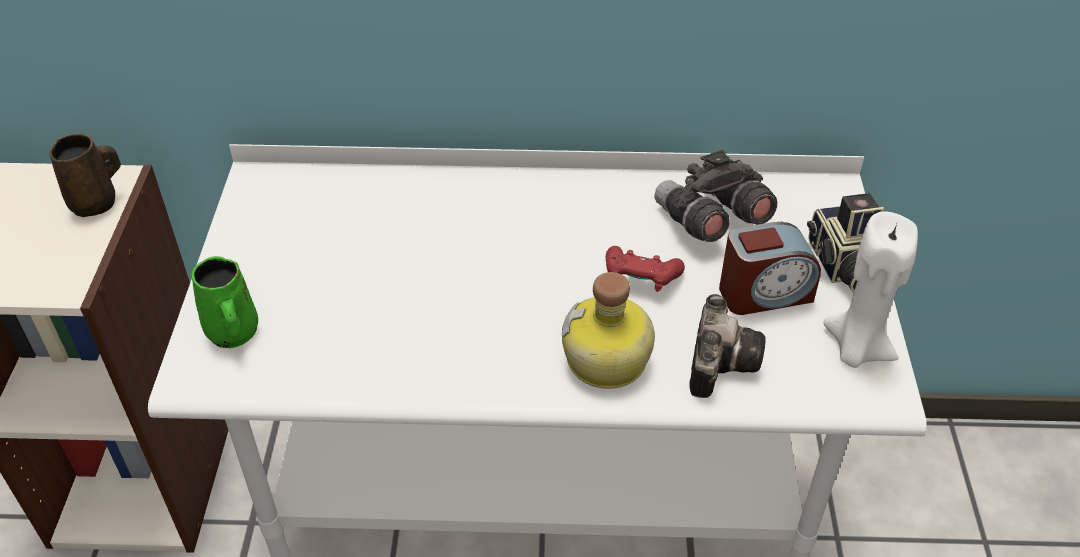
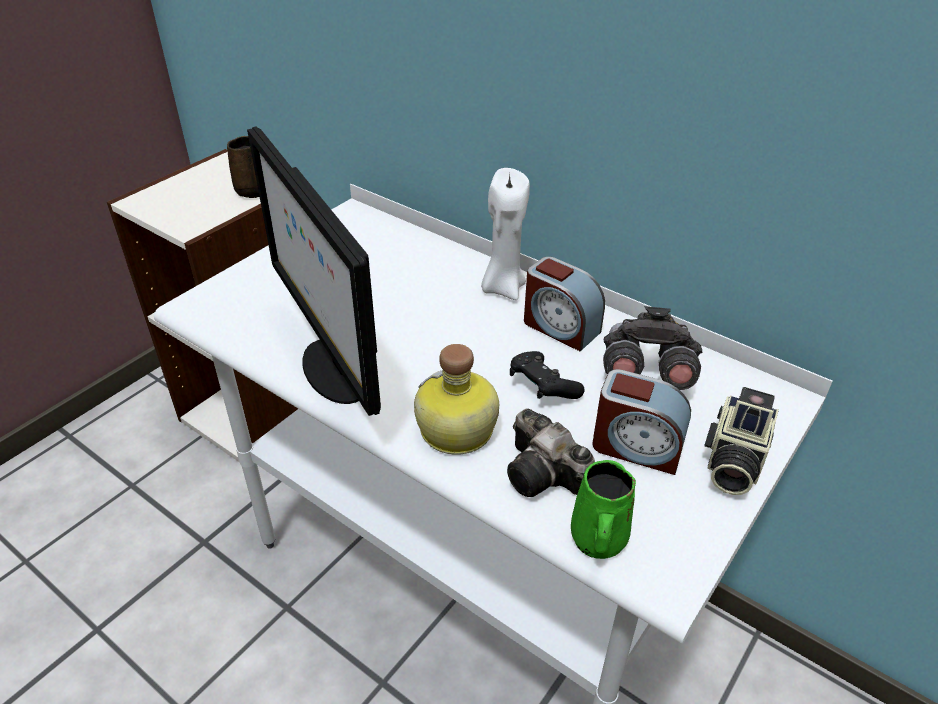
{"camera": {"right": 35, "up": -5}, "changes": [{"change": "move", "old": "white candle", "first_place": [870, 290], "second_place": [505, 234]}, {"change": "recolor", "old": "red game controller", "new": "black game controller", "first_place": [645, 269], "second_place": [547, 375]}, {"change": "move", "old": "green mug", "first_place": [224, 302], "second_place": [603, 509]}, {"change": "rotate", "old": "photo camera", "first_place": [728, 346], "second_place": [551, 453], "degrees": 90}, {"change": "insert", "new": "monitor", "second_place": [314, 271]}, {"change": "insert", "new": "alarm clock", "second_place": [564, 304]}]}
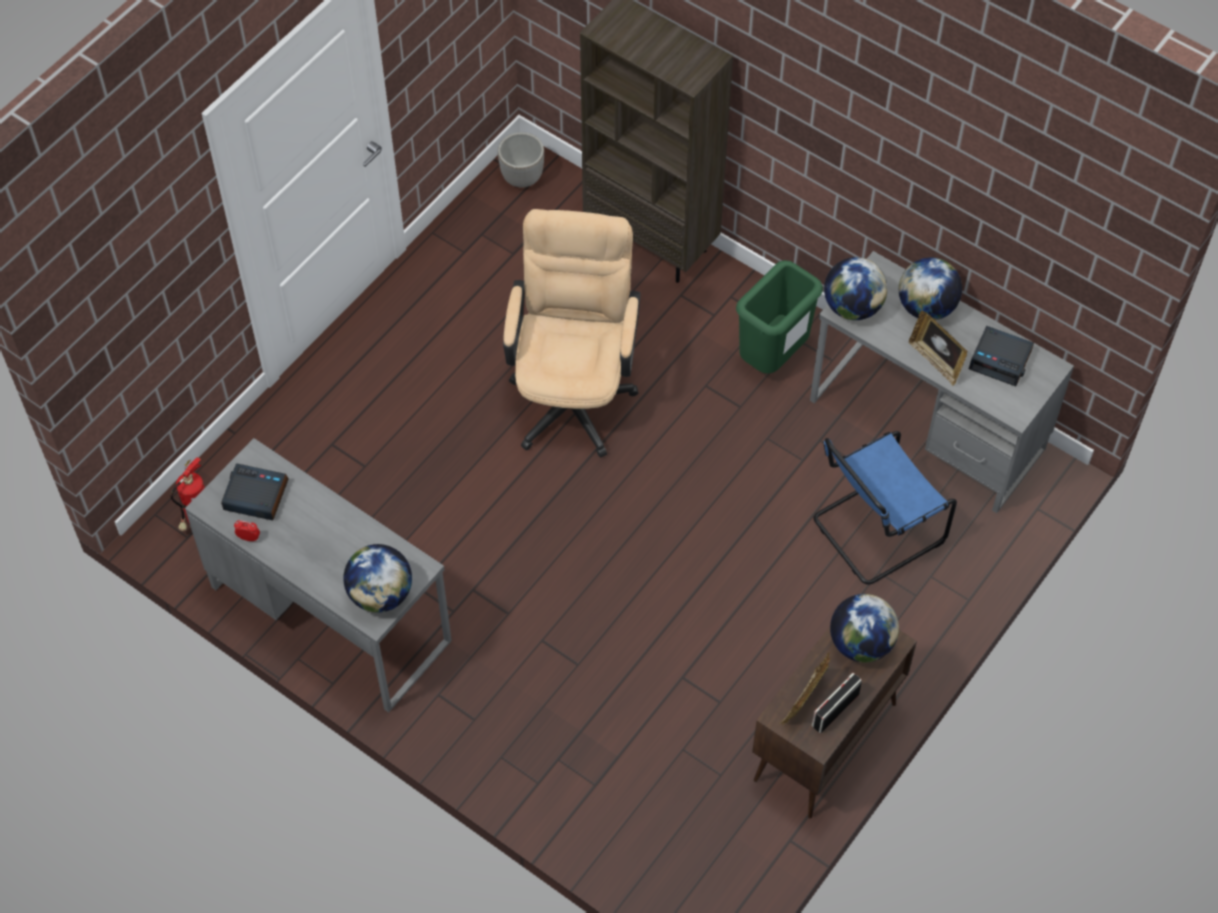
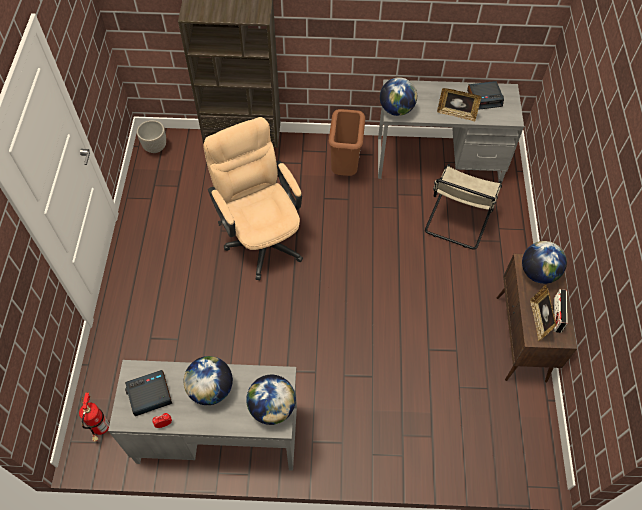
{"camera": {"right": -35, "up": 0}, "changes": [{"change": "move", "old": "globe", "first_place": [930, 289], "second_place": [208, 380]}, {"change": "recolor", "old": "green trash can", "new": "brown trash can", "first_place": [779, 317], "second_place": [347, 142]}, {"change": "recolor", "old": "blue chair", "new": "beige chair", "first_place": [885, 508], "second_place": [463, 207]}]}
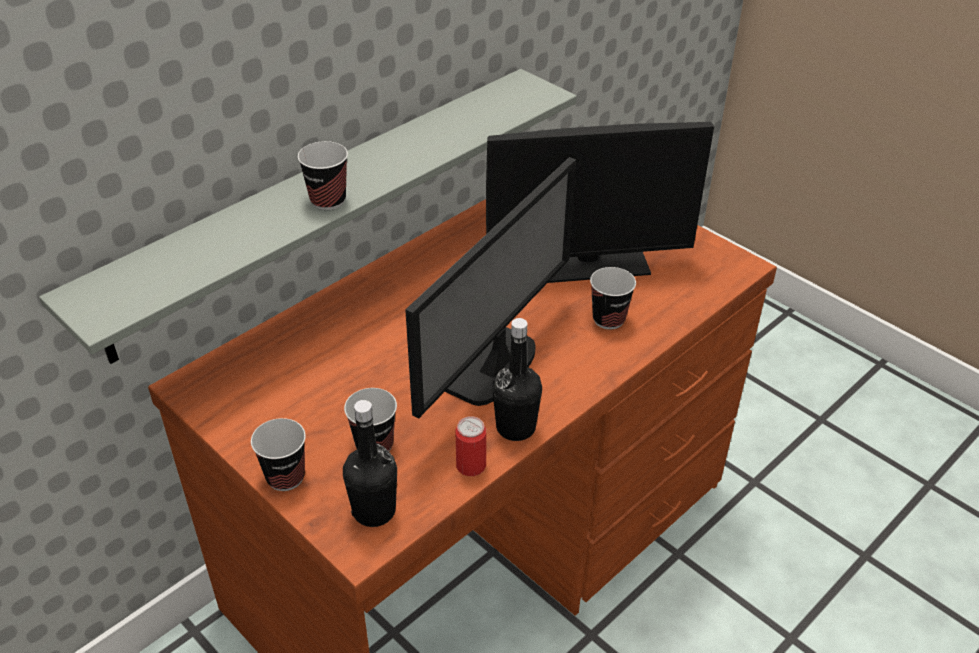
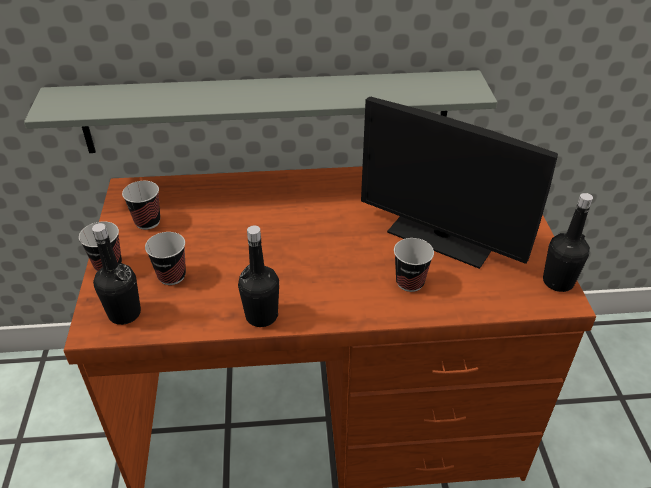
{"camera": {"right": 40, "up": 0}, "changes": [{"change": "move", "old": "cup", "first_place": [323, 175], "second_place": [141, 205]}, {"change": "delete", "old": "monitor", "first_place": [490, 287]}, {"change": "delete", "old": "can", "first_place": [470, 446]}, {"change": "insert", "new": "black bottle", "second_place": [568, 242]}]}
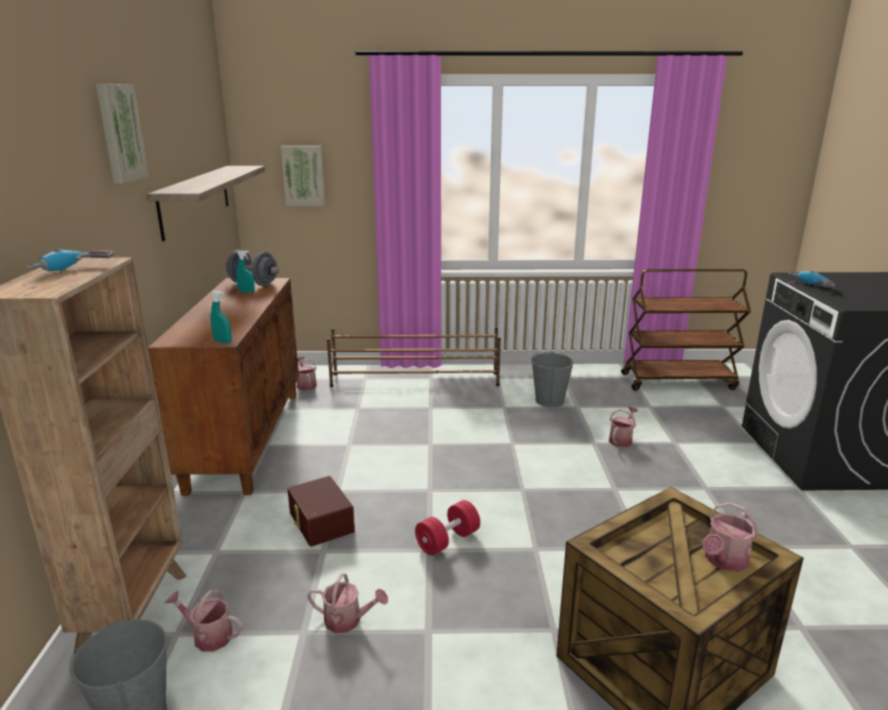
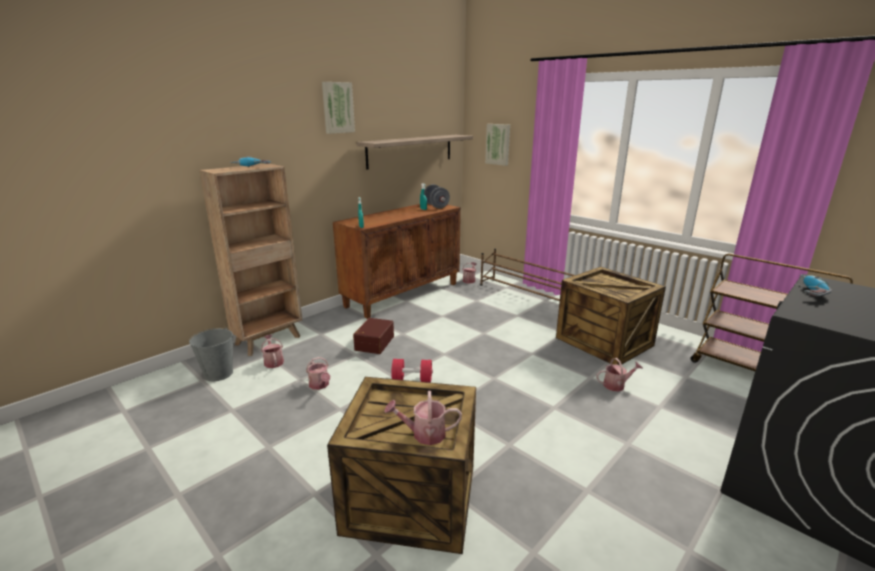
{"camera": {"right": 45, "up": 0}, "changes": [{"change": "replace", "old": "grey bucket", "new": "crate", "first_place": [552, 379], "second_place": [611, 316]}]}
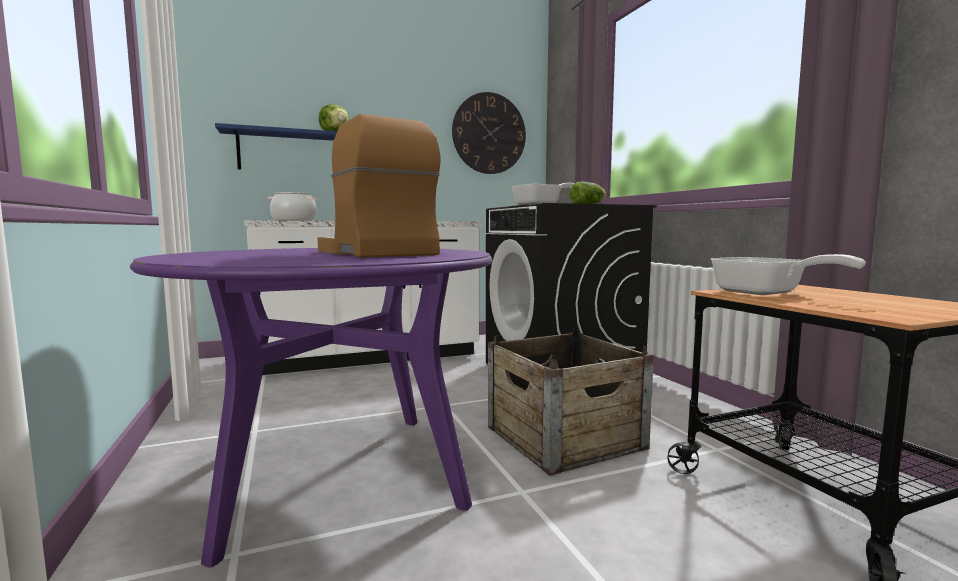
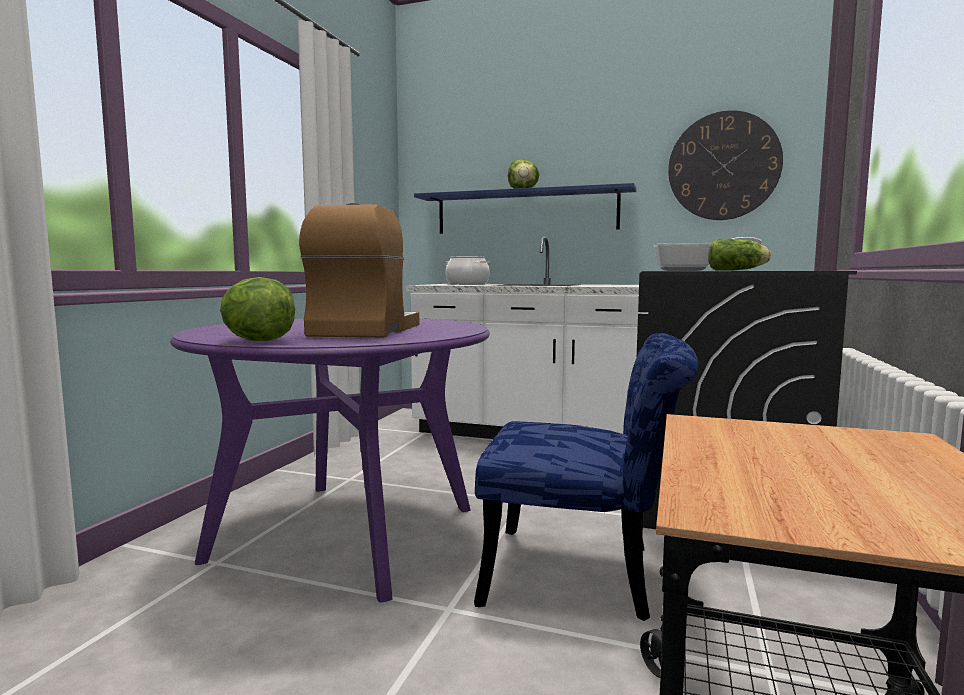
{"camera": {"right": 40, "up": 0}, "changes": [{"change": "delete", "old": "frying pan", "first_place": [788, 274]}, {"change": "replace", "old": "crate", "new": "blue chair", "first_place": [571, 401], "second_place": [586, 477]}, {"change": "insert", "new": "lettuce", "second_place": [257, 309]}]}
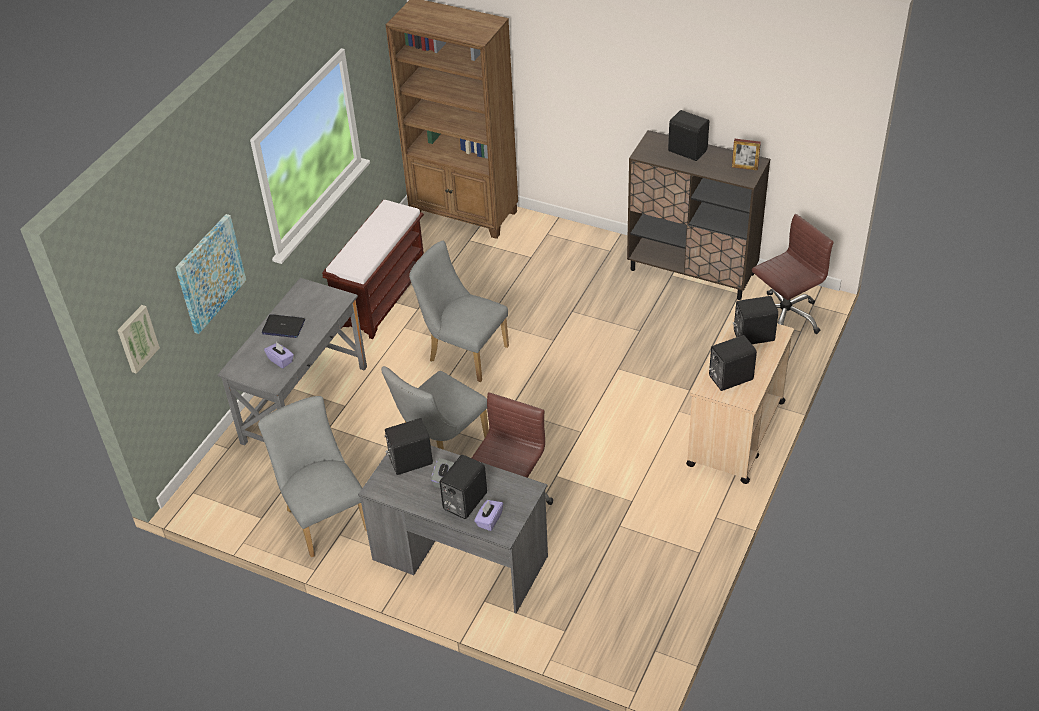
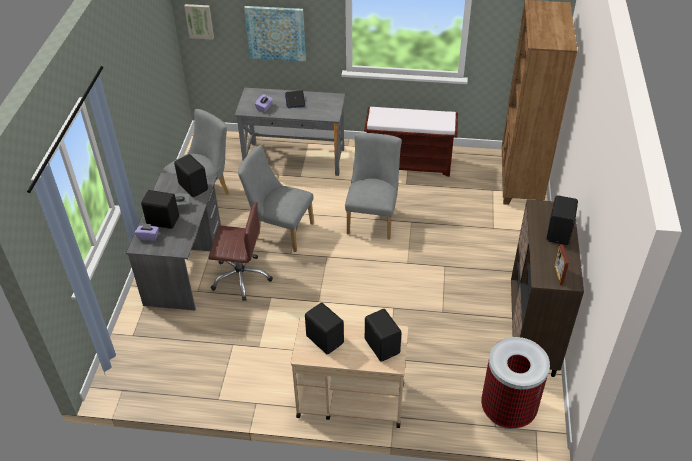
{"camera": {"right": 70, "up": 0}, "changes": [{"change": "replace", "old": "brown office chair", "new": "trash can", "first_place": [793, 274], "second_place": [515, 383]}]}
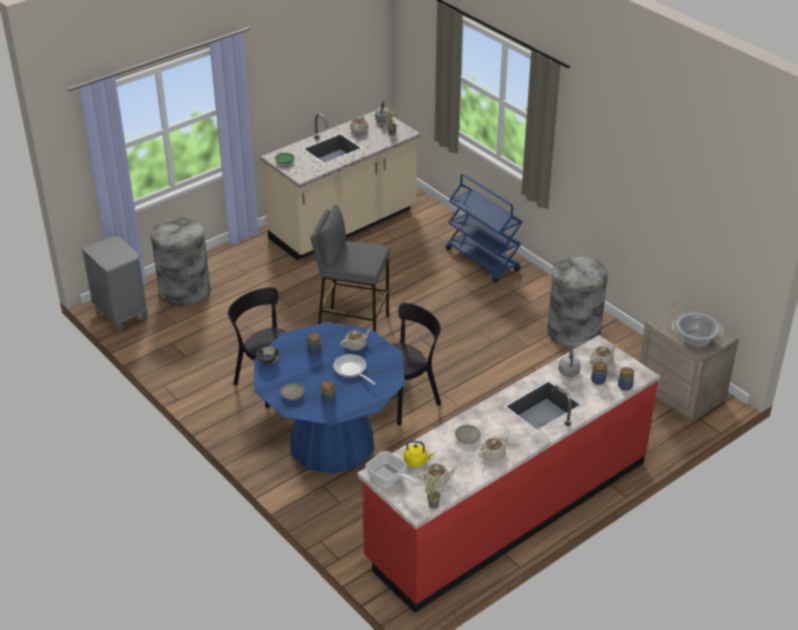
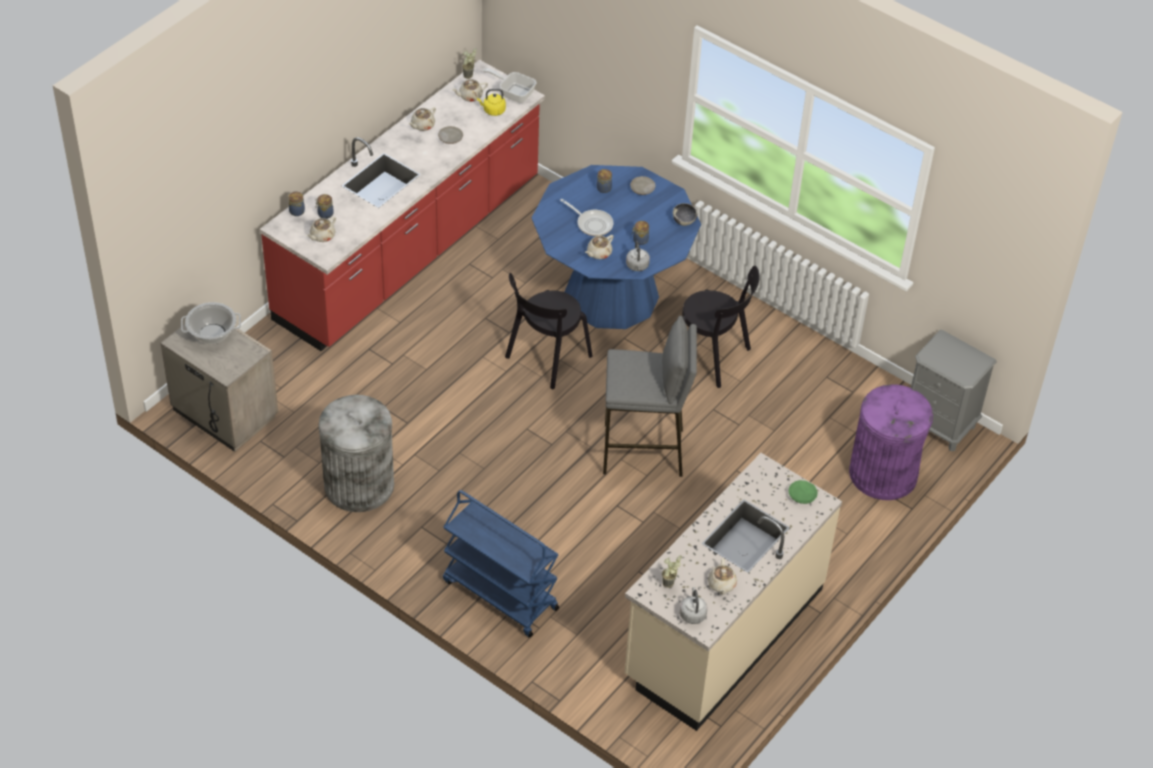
{"camera": {"right": 165, "up": 10}, "changes": [{"change": "recolor", "old": "grey trash can", "new": "purple trash can", "first_place": [180, 262], "second_place": [891, 442]}, {"change": "move", "old": "grey kettle", "first_place": [569, 363], "second_place": [638, 256]}]}
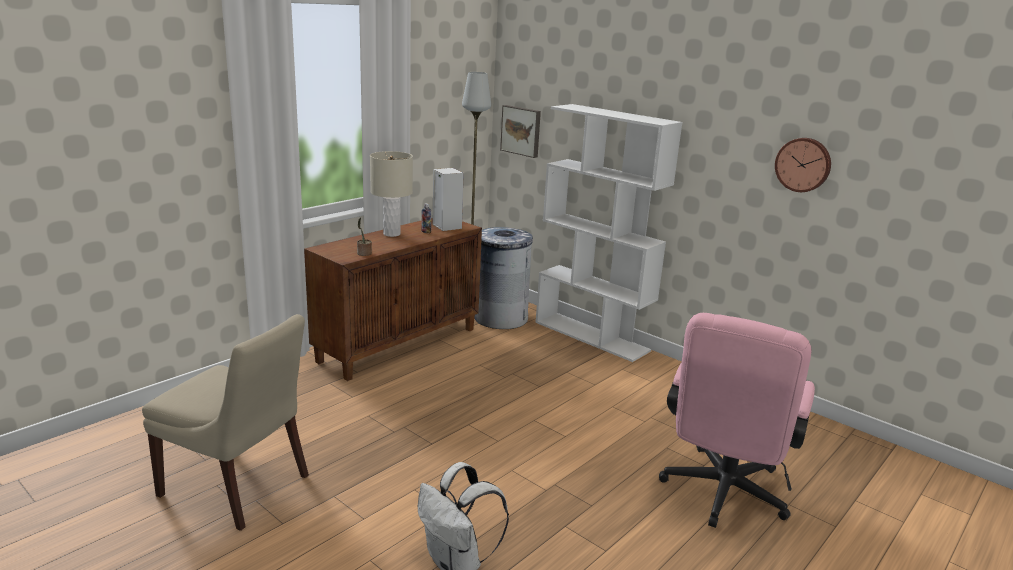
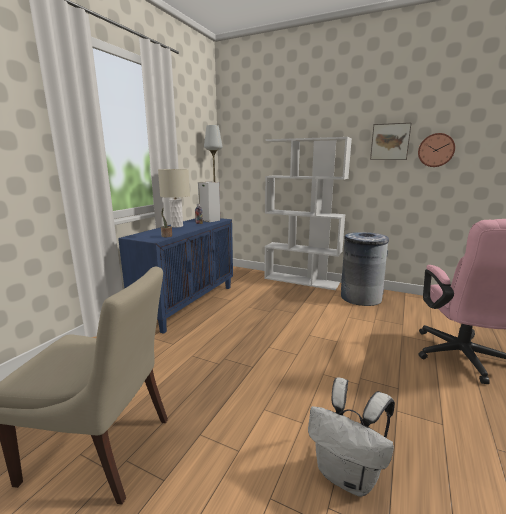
{"camera": {"right": -15, "up": -5}, "changes": [{"change": "move", "old": "picture", "first_place": [520, 131], "second_place": [391, 141]}, {"change": "recolor", "old": "brown cabinet", "new": "blue cabinet", "first_place": [393, 299], "second_place": [175, 276]}, {"change": "move", "old": "grey trash can", "first_place": [503, 278], "second_place": [365, 269]}]}
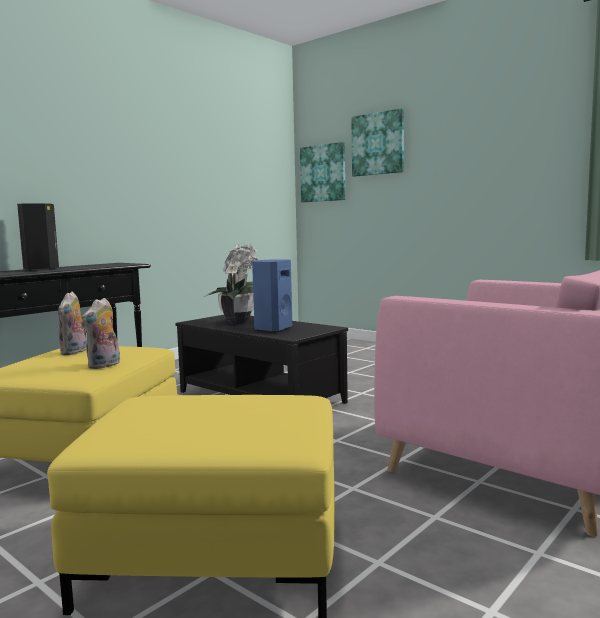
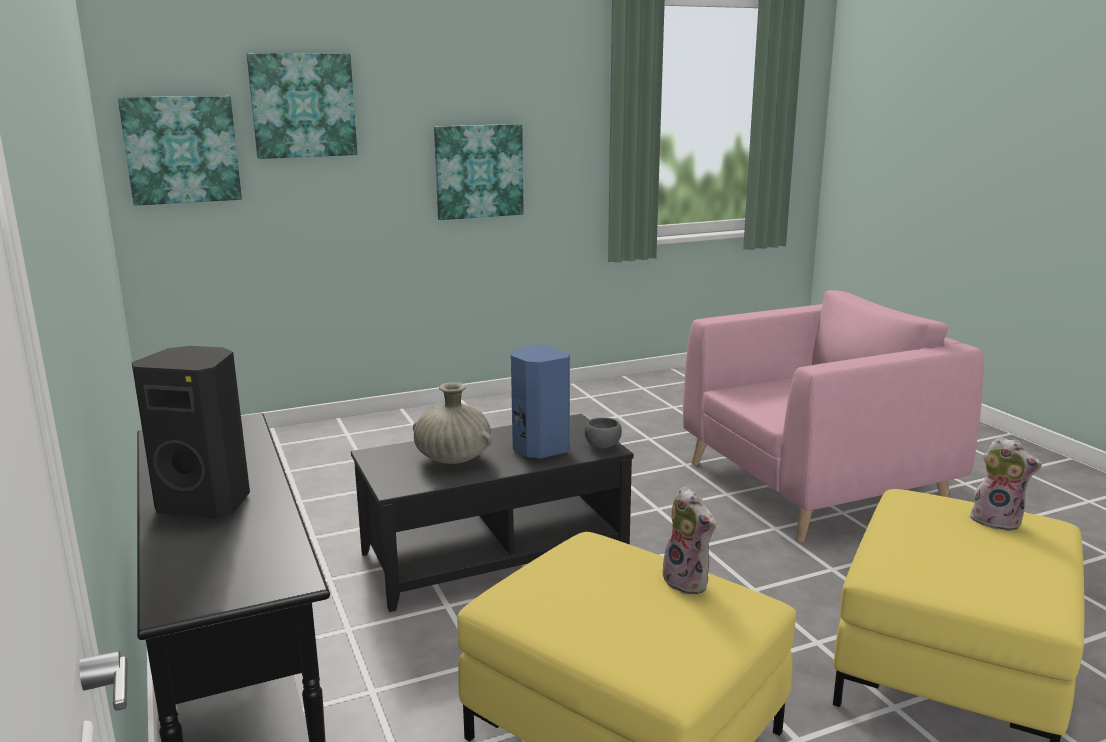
{"camera": {"right": -65, "up": 10}, "changes": [{"change": "replace", "old": "potted plant", "new": "beige vase", "first_place": [231, 284], "second_place": [452, 423]}, {"change": "move", "old": "plush toy", "first_place": [72, 323], "second_place": [1006, 483]}, {"change": "insert", "new": "picture", "second_place": [479, 172]}, {"change": "insert", "new": "grey bowl", "second_place": [603, 433]}]}
